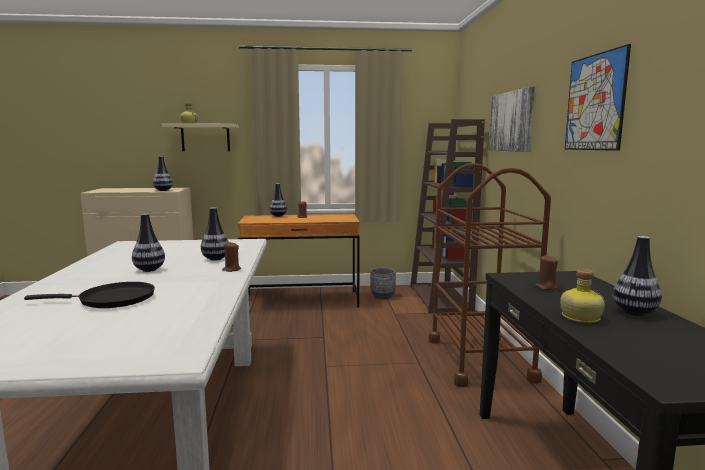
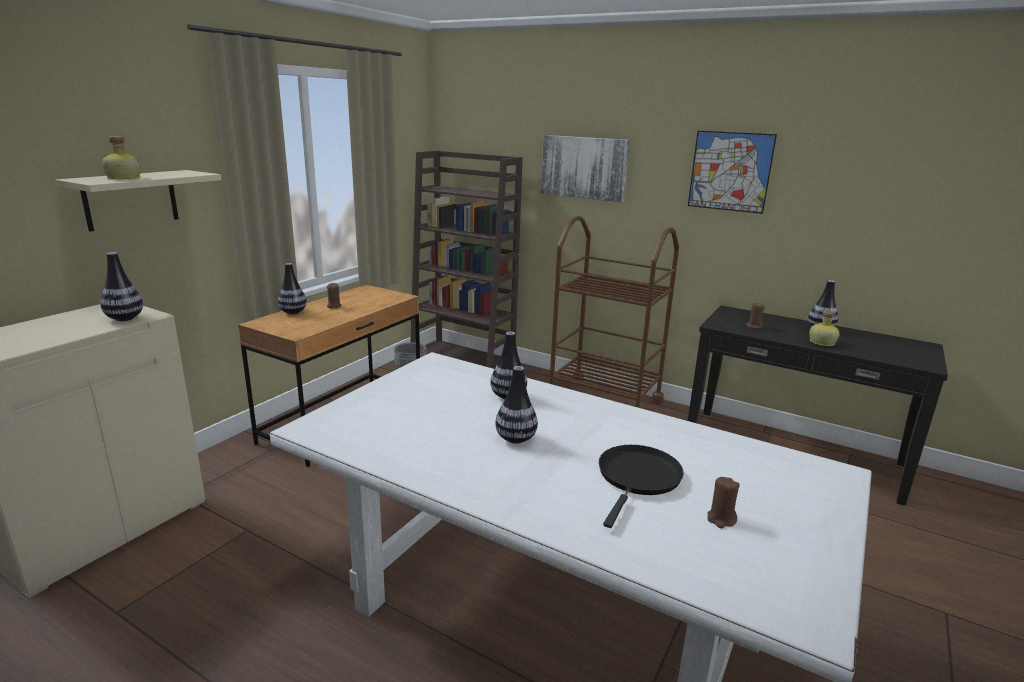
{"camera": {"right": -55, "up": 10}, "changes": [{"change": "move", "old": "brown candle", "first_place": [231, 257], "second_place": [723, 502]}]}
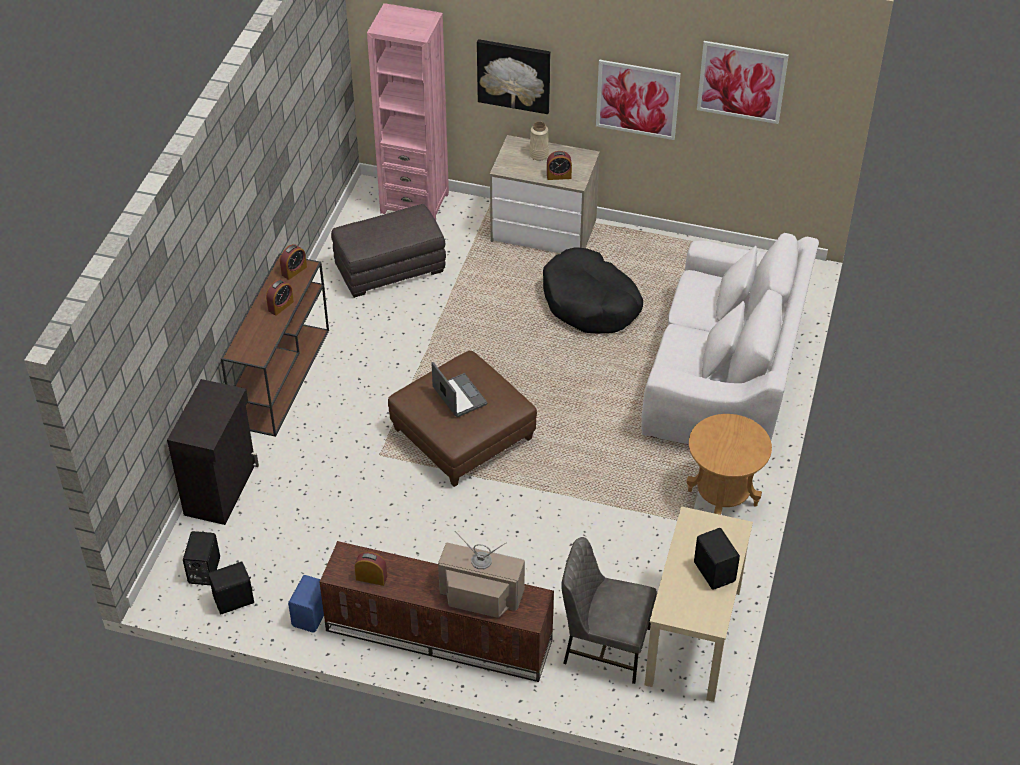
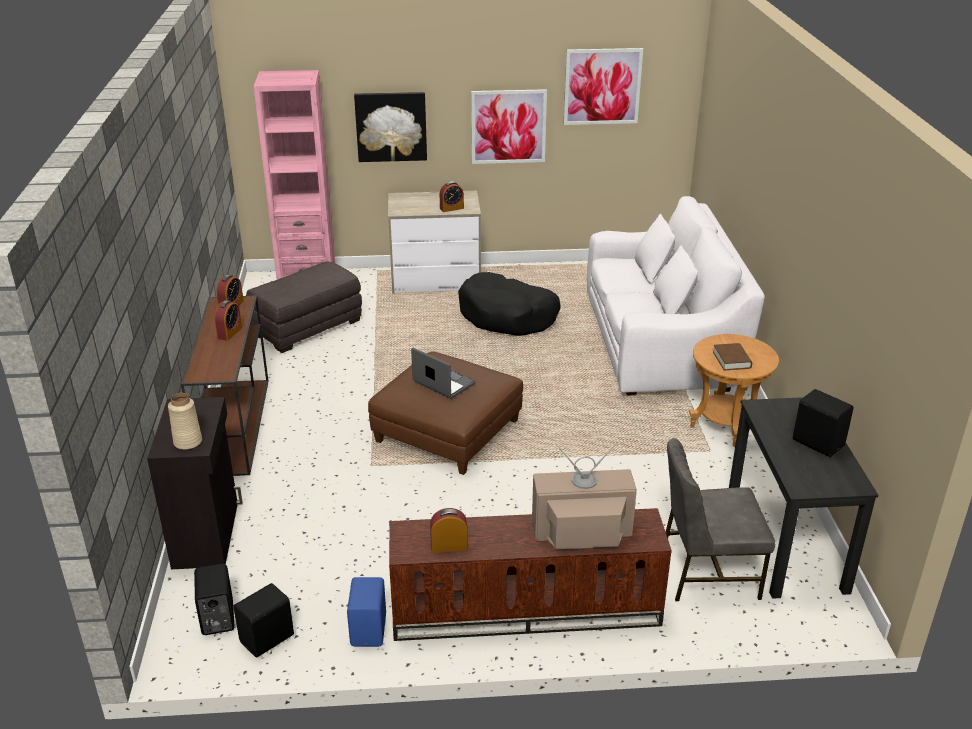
{"camera": {"right": -20, "up": -15}, "changes": [{"change": "move", "old": "beige vase", "first_place": [539, 141], "second_place": [185, 421]}, {"change": "recolor", "old": "beige desk", "new": "black desk", "first_place": [699, 604], "second_place": [804, 498]}, {"change": "insert", "new": "brown book", "second_place": [732, 357]}]}
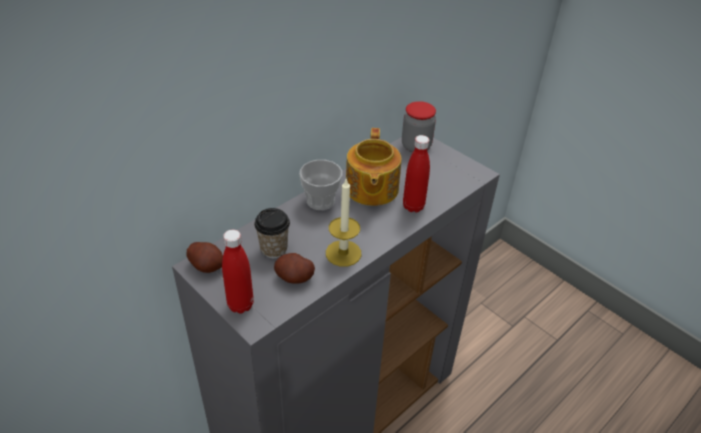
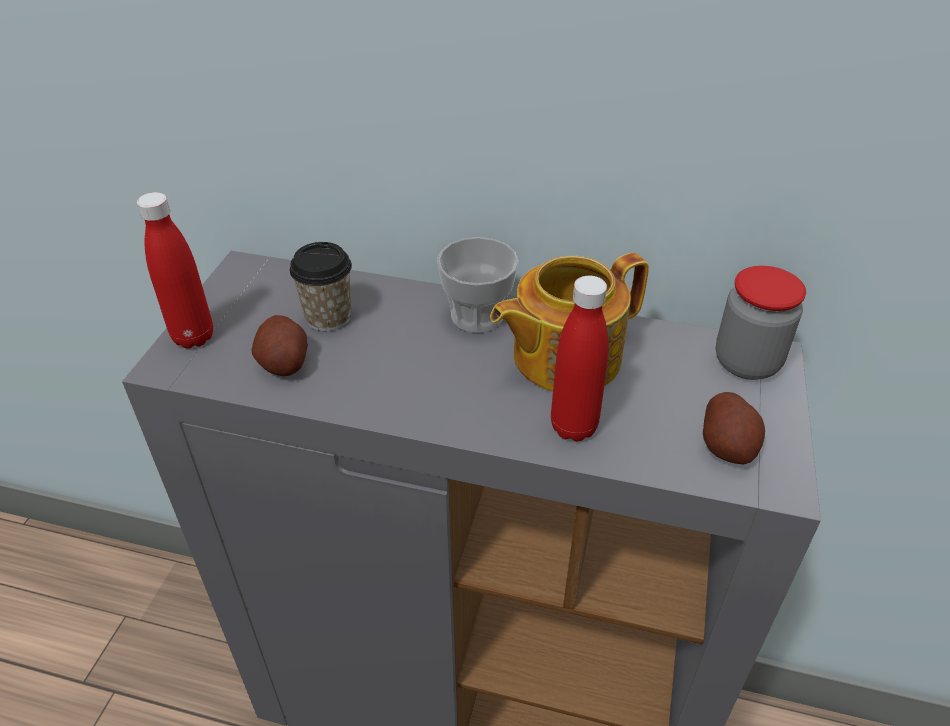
{"camera": {"right": 60, "up": 0}, "changes": [{"change": "delete", "old": "candle", "first_place": [343, 222]}, {"change": "move", "old": "potato", "first_place": [205, 257], "second_place": [734, 428]}]}
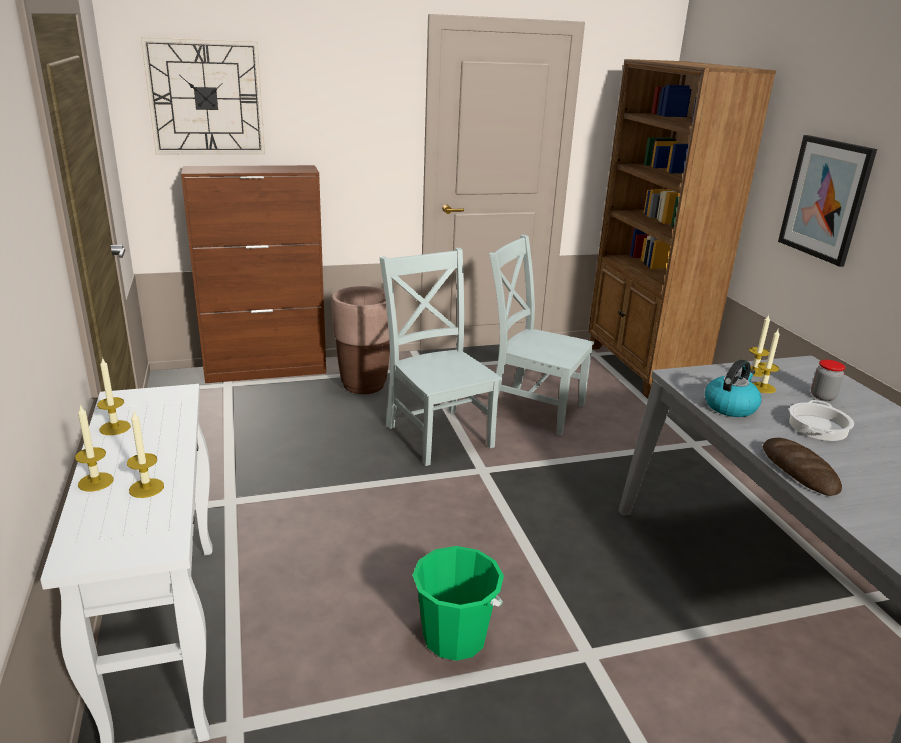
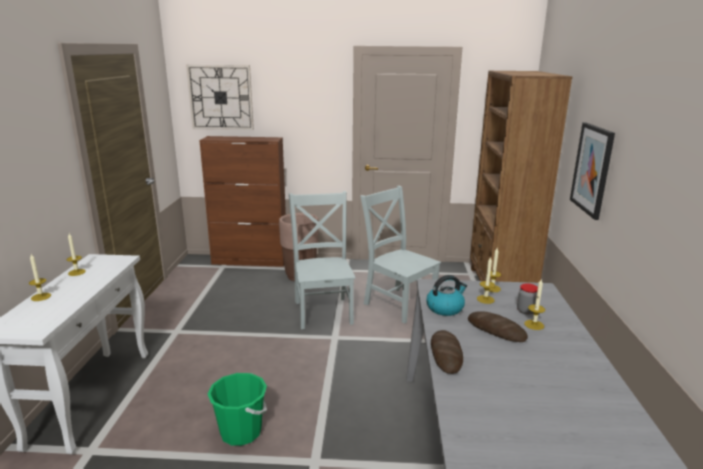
{"camera": {"right": 20, "up": -5}, "changes": [{"change": "replace", "old": "cooking pot", "new": "bread", "first_place": [821, 420], "second_place": [498, 326]}, {"change": "move", "old": "candle", "first_place": [145, 455], "second_place": [534, 304]}]}
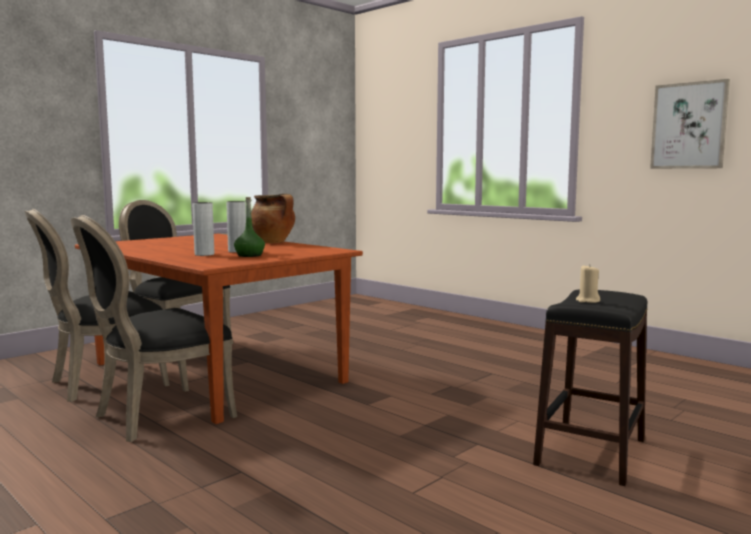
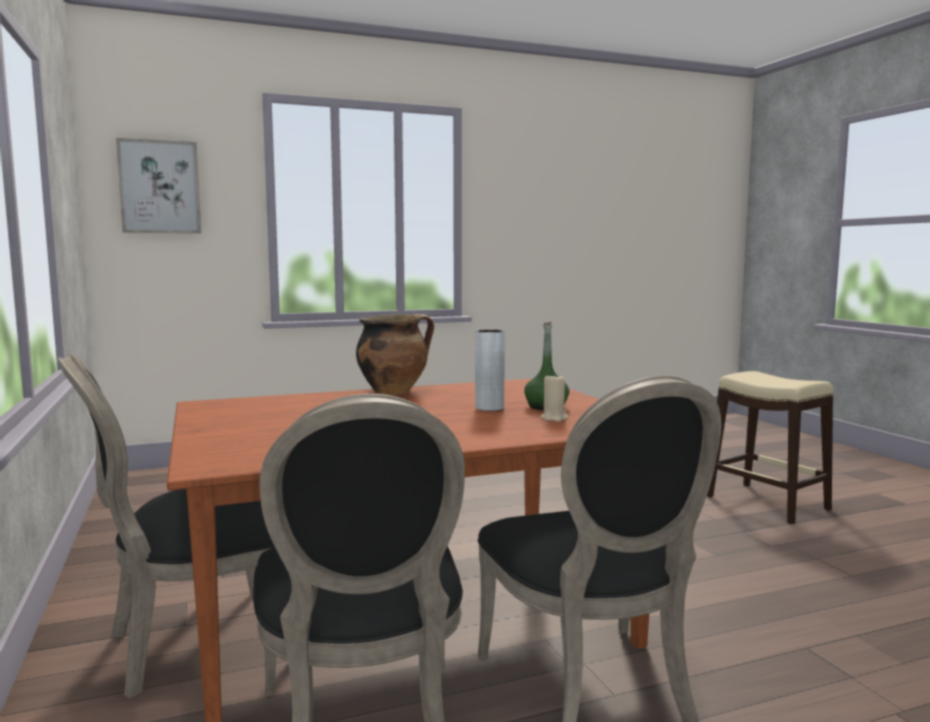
{"camera": {"right": -65, "up": 0}, "changes": [{"change": "move", "old": "picture", "first_place": [690, 124], "second_place": [158, 186]}, {"change": "delete", "old": "grey vase", "first_place": [203, 229]}, {"change": "move", "old": "beige candle", "first_place": [588, 283], "second_place": [554, 397]}, {"change": "recolor", "old": "black stool", "new": "beige stool", "first_place": [590, 388], "second_place": [770, 447]}]}
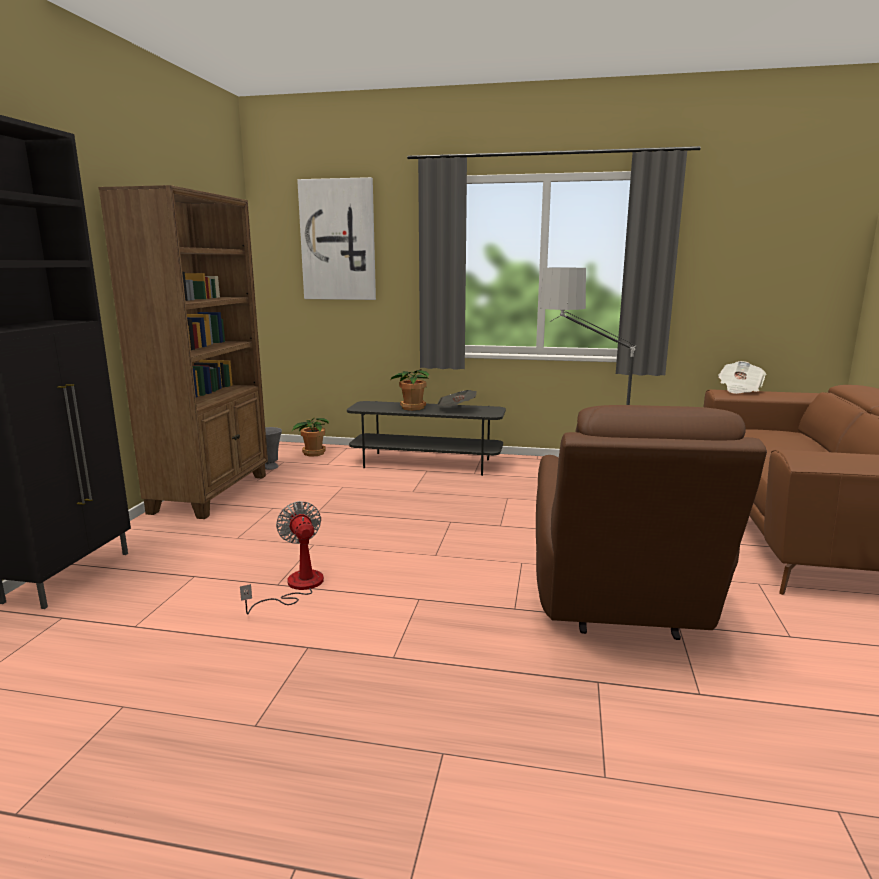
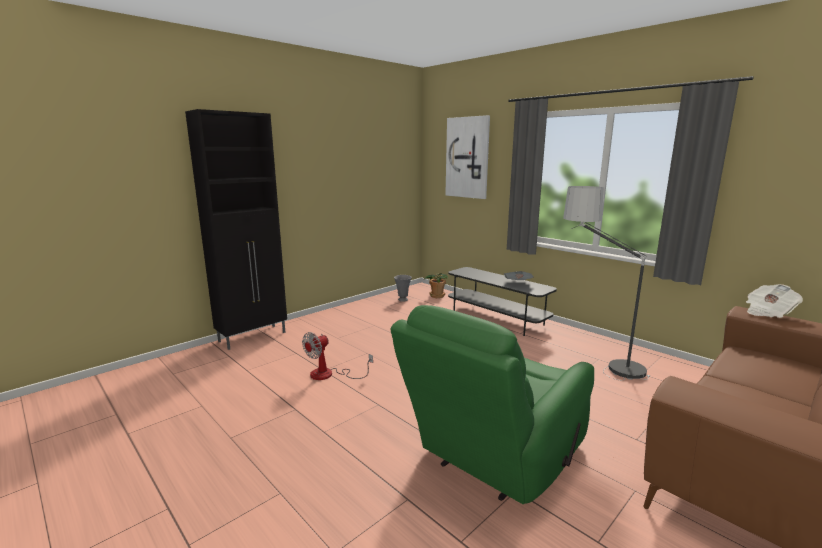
{"camera": {"right": 35, "up": 0}, "changes": [{"change": "delete", "old": "brown bookcase", "first_place": [183, 352]}, {"change": "delete", "old": "potted plant", "first_place": [409, 390]}, {"change": "recolor", "old": "brown armchair", "new": "green armchair", "first_place": [651, 522], "second_place": [492, 404]}, {"change": "rotate", "old": "fan", "first_place": [282, 557], "second_place": [337, 356], "degrees": -150}]}
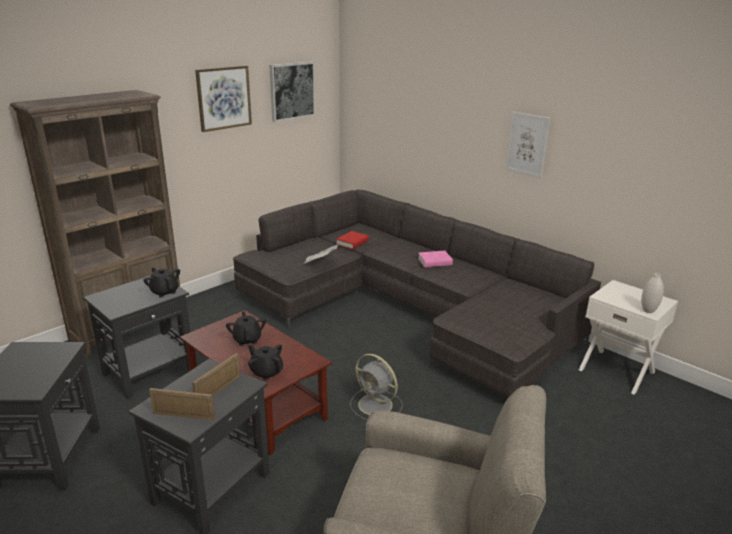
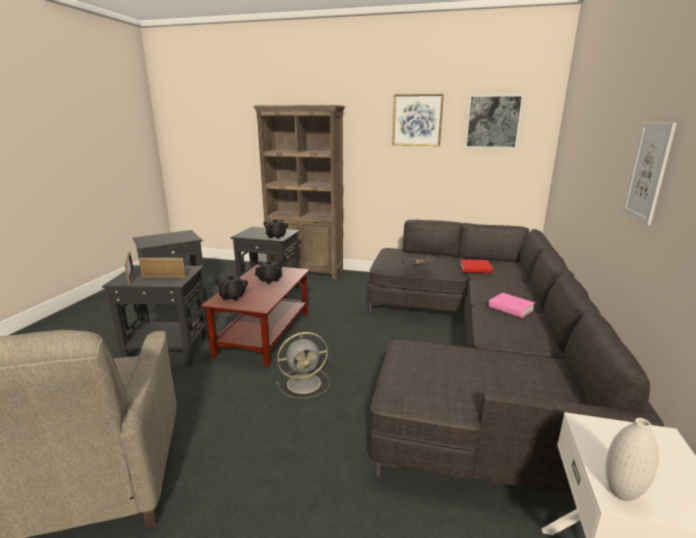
{"camera": {"right": 60, "up": -5}, "changes": [{"change": "rotate", "old": "grey fan", "first_place": [376, 387], "second_place": [303, 365], "degrees": -120}]}
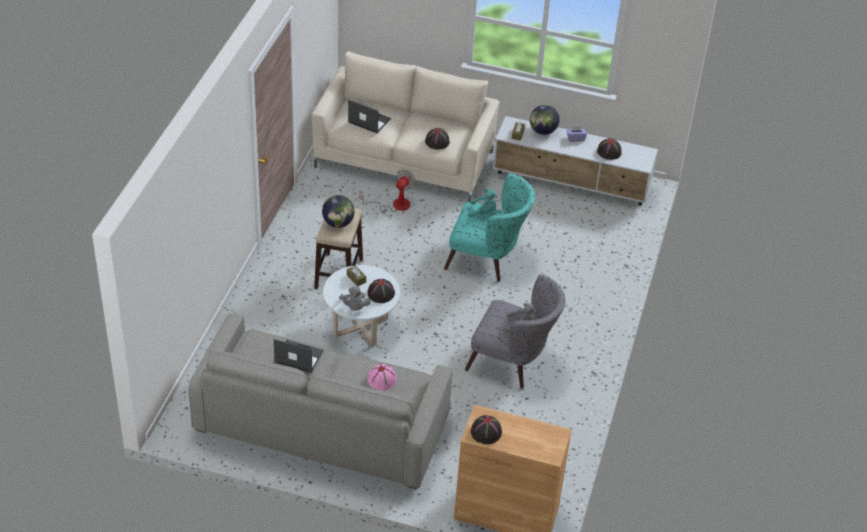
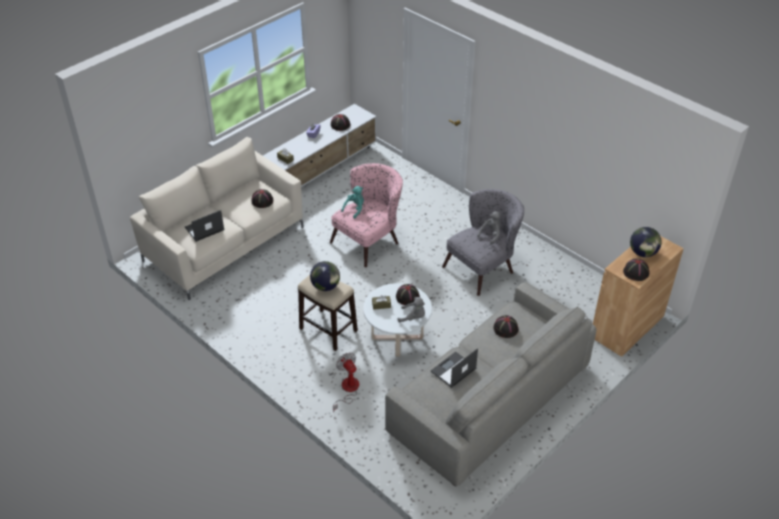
{"camera": {"right": -60, "up": 0}, "changes": [{"change": "move", "old": "globe", "first_place": [544, 120], "second_place": [646, 242]}, {"change": "move", "old": "fan", "first_place": [387, 191], "second_place": [346, 382]}, {"change": "recolor", "old": "turquoise armchair", "new": "pink armchair", "first_place": [489, 228], "second_place": [366, 215]}, {"change": "recolor", "old": "pink hat", "new": "black hat", "first_place": [382, 377], "second_place": [506, 326]}]}
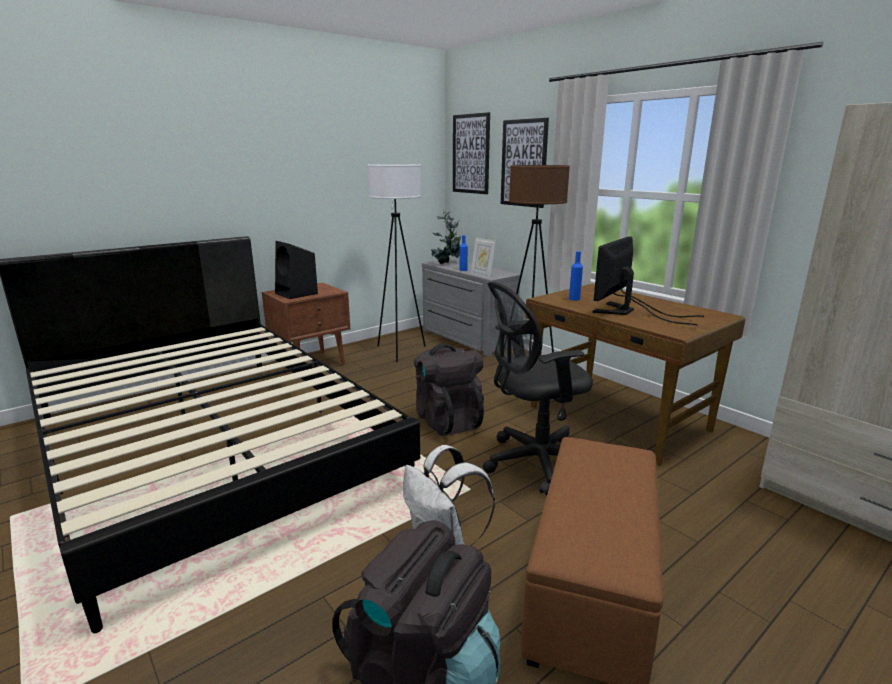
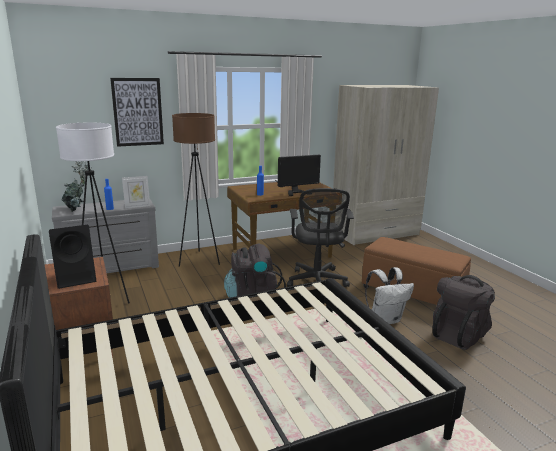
{"camera": {"right": -75, "up": 0}, "changes": [{"change": "delete", "old": "picture", "first_place": [471, 153]}, {"change": "rotate", "old": "monitor", "first_place": [648, 281], "second_place": [298, 175], "degrees": -75}]}
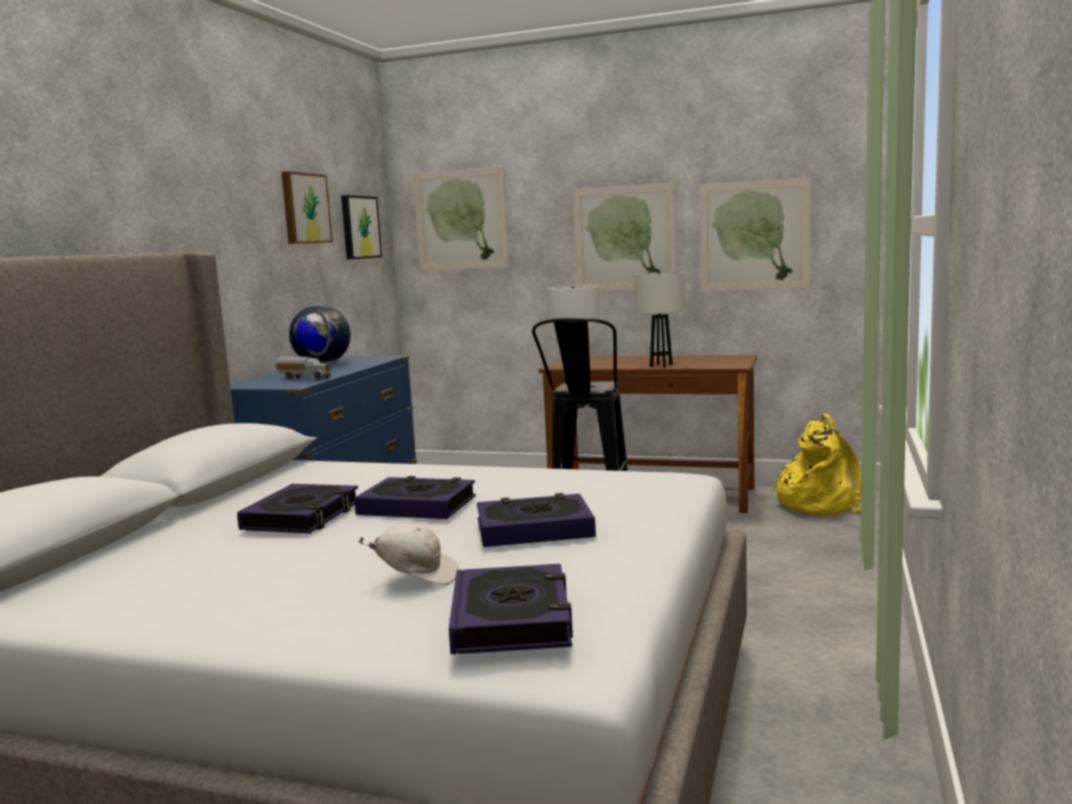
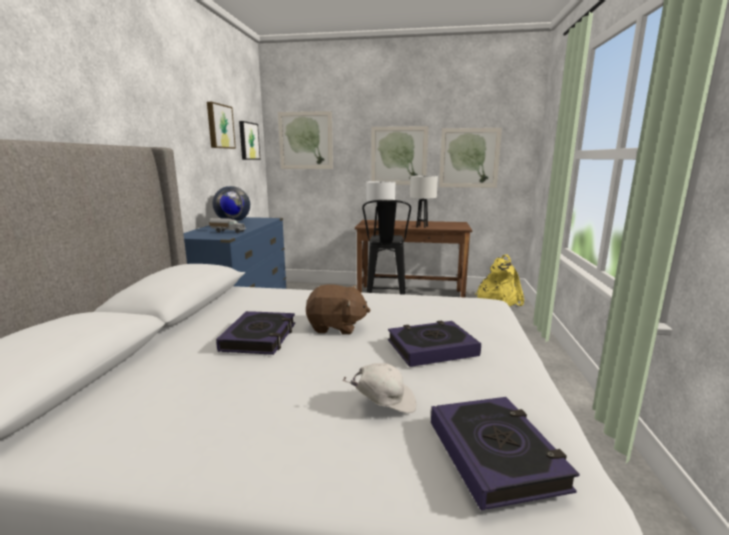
{"camera": {"right": -10, "up": 5}, "changes": [{"change": "replace", "old": "book", "new": "brown plush toy", "first_place": [415, 497], "second_place": [338, 309]}]}
